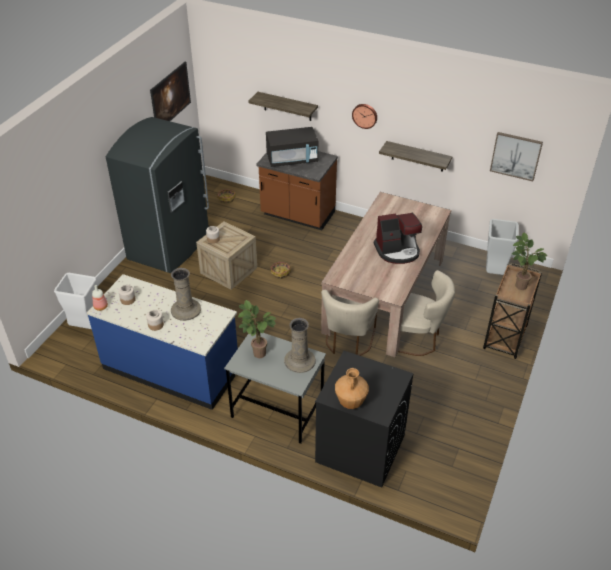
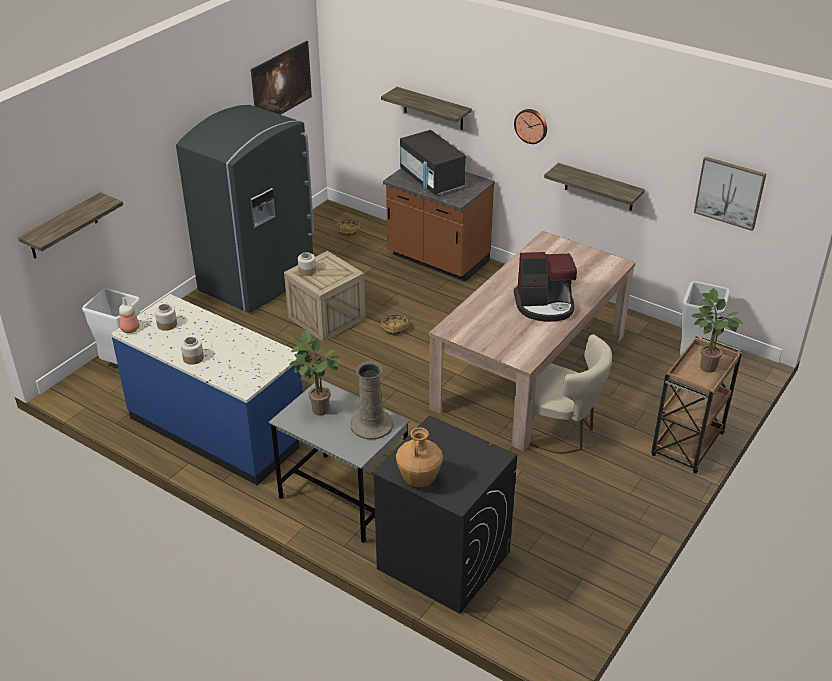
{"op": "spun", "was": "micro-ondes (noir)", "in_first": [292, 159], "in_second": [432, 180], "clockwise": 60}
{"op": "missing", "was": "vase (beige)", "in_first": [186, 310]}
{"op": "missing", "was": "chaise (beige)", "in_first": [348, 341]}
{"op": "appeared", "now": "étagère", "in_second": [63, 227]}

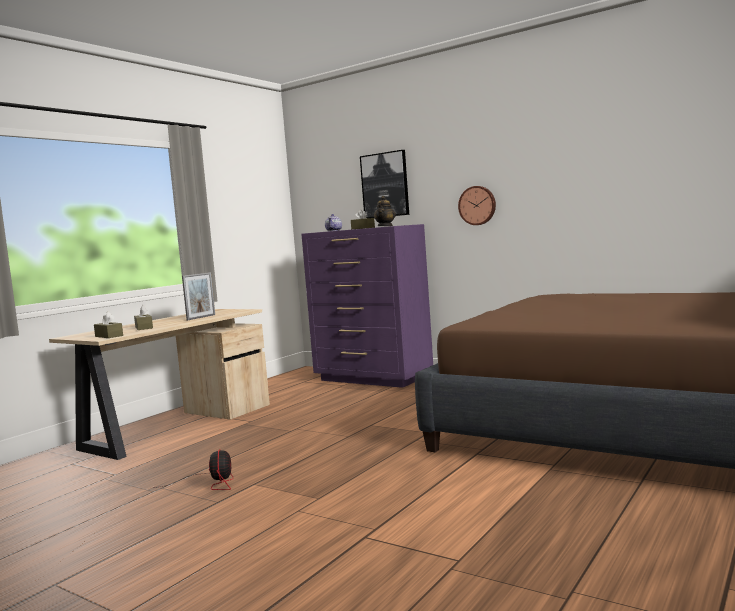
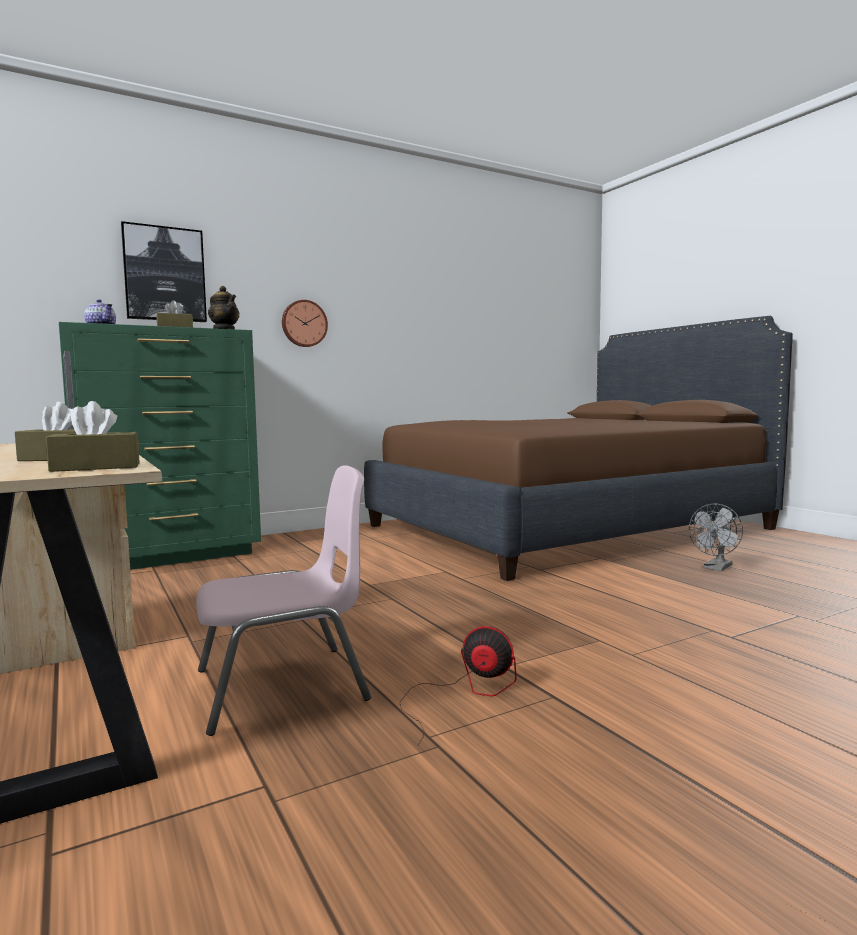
{"op": "colour", "was": "commode (violet)", "now": "commode (vert)", "in_first": [373, 379], "in_second": [171, 556]}
{"op": "appeared", "now": "chaise (rose)", "in_second": [284, 686]}
{"op": "appeared", "now": "ventilateur (gris)", "in_second": [716, 568]}

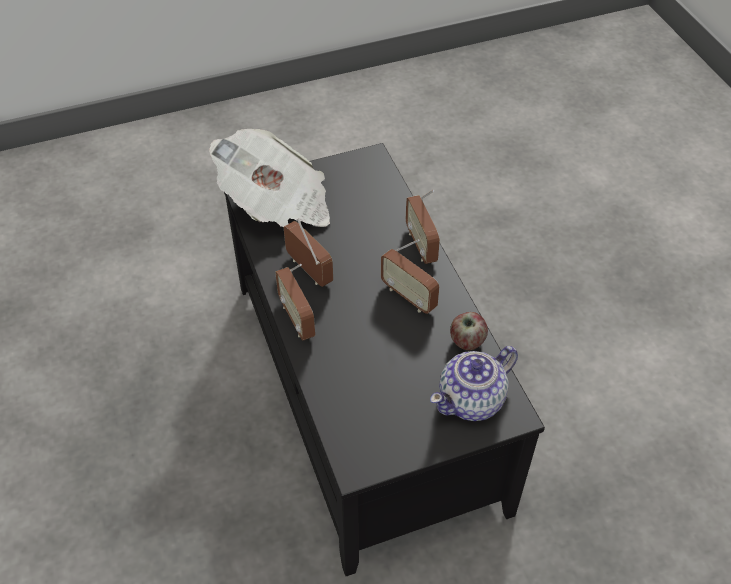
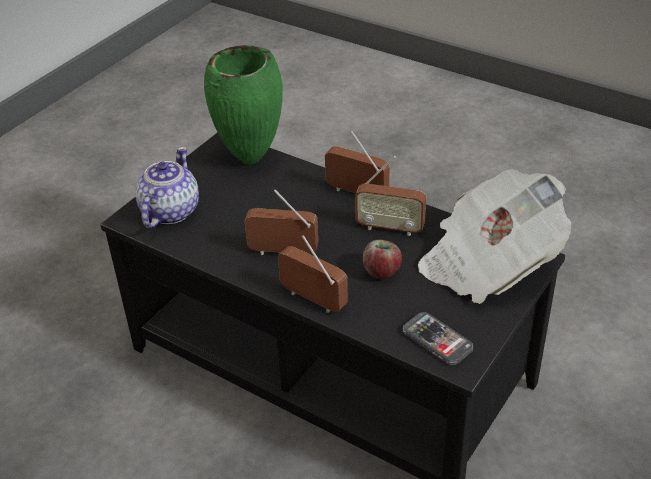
{"op": "relocated", "was": "pomme", "in_first": [467, 341], "in_second": [382, 272]}
{"op": "appeared", "now": "vase (vert)", "in_second": [251, 160]}
{"op": "appeared", "now": "téléphone", "in_second": [437, 340]}

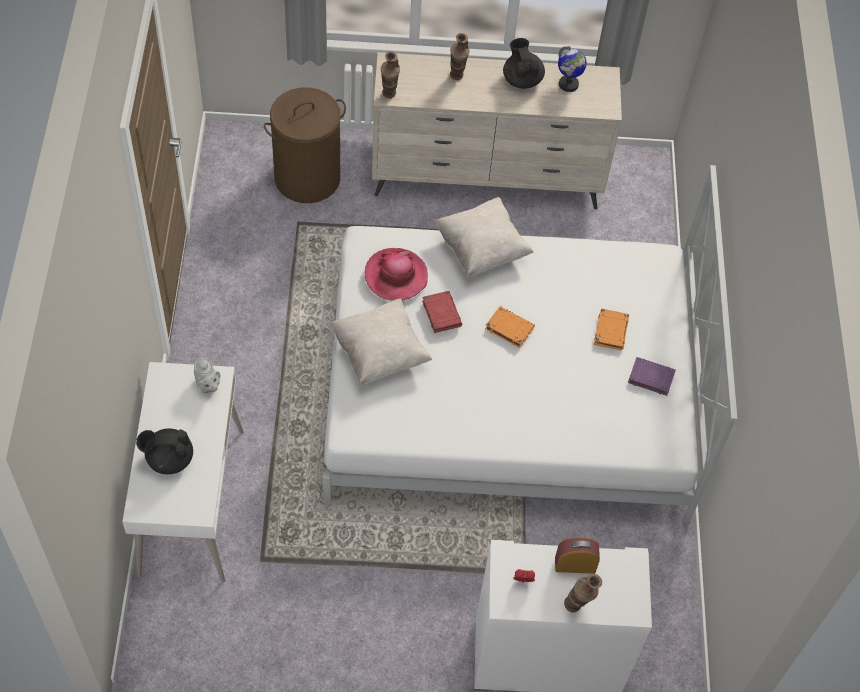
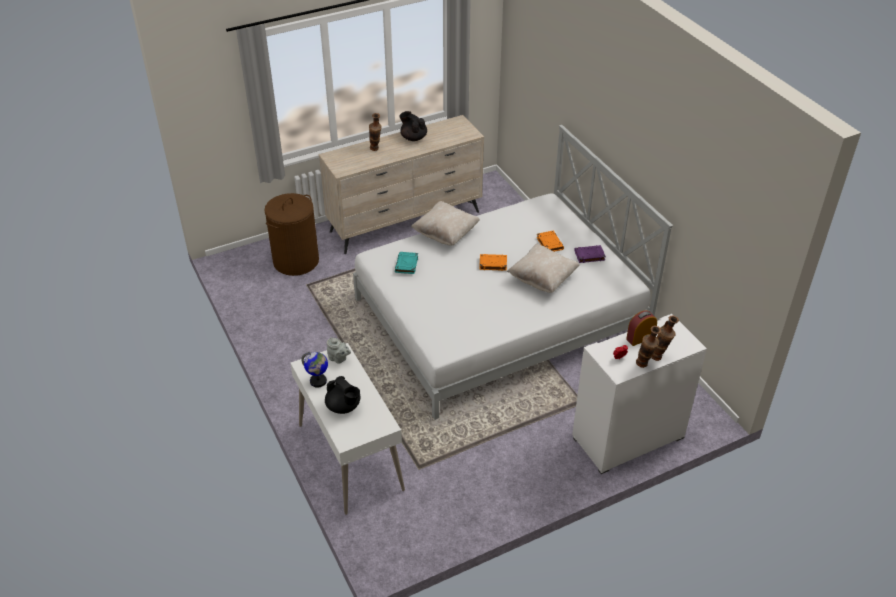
{"op": "relocated", "was": "globe", "in_first": [568, 84], "in_second": [318, 381]}
{"op": "relocated", "was": "vase", "in_first": [389, 97], "in_second": [644, 366]}
{"op": "exchanged", "was": "chapeau", "now": "livre (turquoise)", "in_first": [396, 276], "in_second": [406, 265]}
{"op": "missing", "was": "livre (rouge)", "in_first": [441, 313]}
{"op": "relocated", "was": "coussin (beige)", "in_first": [380, 353], "in_second": [542, 279]}
{"op": "spun", "was": "théière (noir)", "in_first": [169, 459], "in_second": [344, 407], "clockwise": -105}

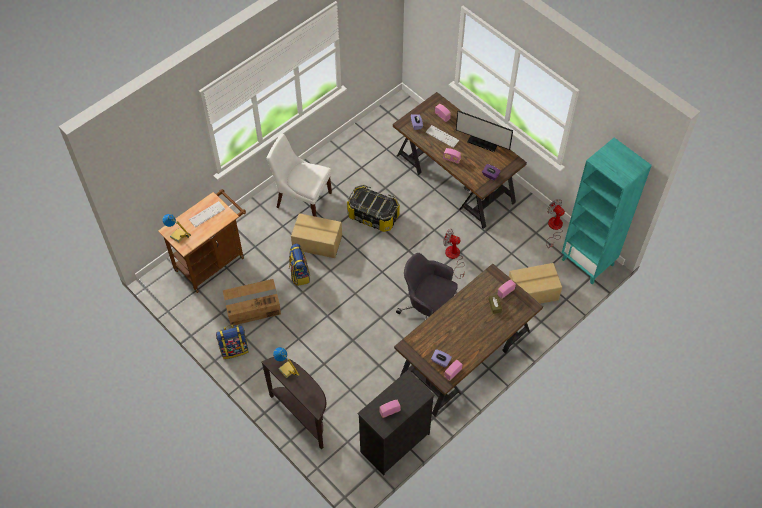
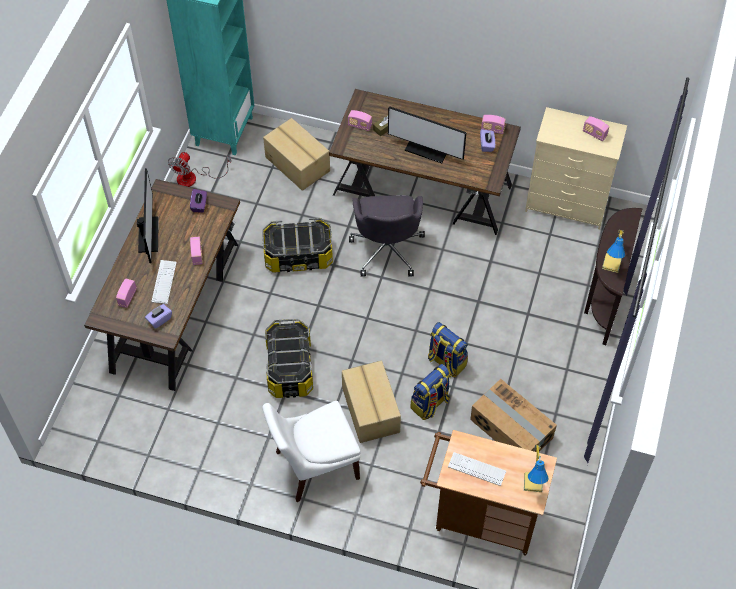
{"op": "spun", "was": "chaise (blanc)", "in_first": [302, 199], "in_second": [314, 466], "clockwise": 75}
{"op": "exchanged", "was": "ventilateur", "now": "boîte de rangement", "in_first": [454, 257], "in_second": [298, 255]}
{"op": "relocated", "was": "sac à dos", "in_first": [234, 349], "in_second": [446, 362]}
{"op": "colour", "was": "commode (noir)", "now": "commode (beige)", "in_first": [394, 443], "in_second": [567, 205]}
{"op": "appeared", "now": "écran d'ordinateur", "in_second": [426, 150]}

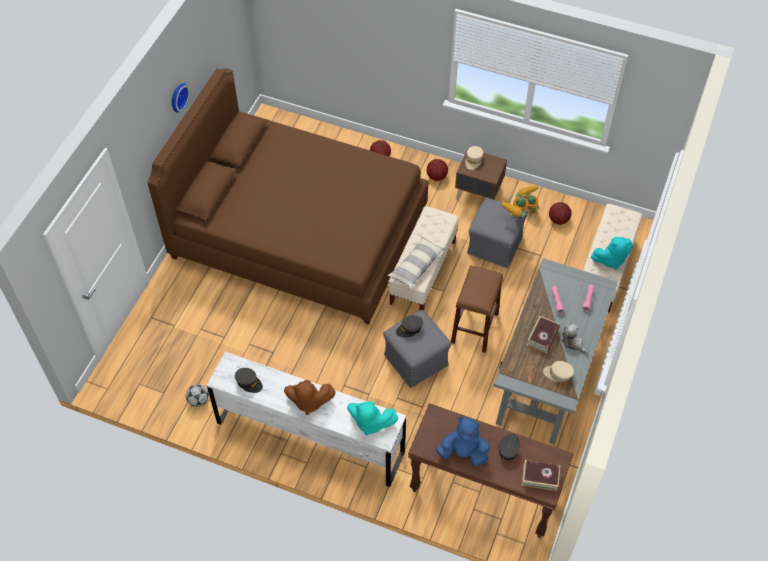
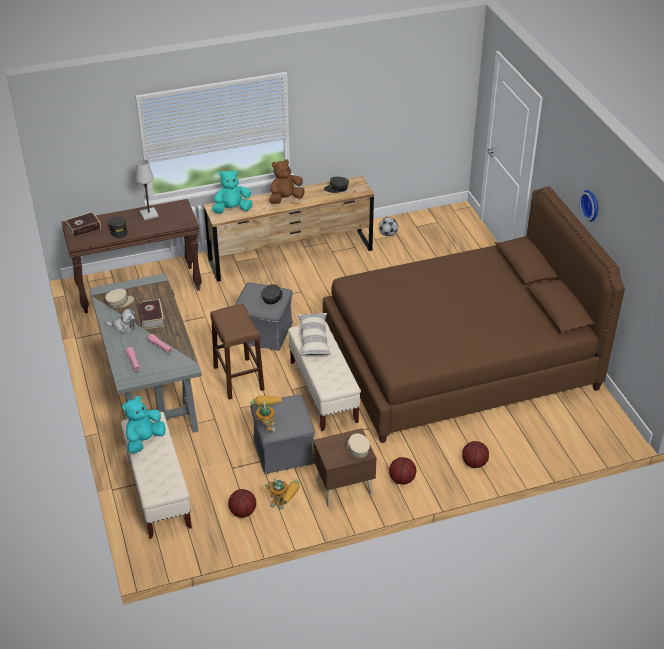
{"op": "colour", "was": "commode (blanc)", "now": "commode (marron)", "in_first": [310, 437], "in_second": [291, 256]}
{"op": "exchanged", "was": "peluche (bleu)", "now": "lampe de table (blanc)", "in_first": [463, 453], "in_second": [149, 214]}

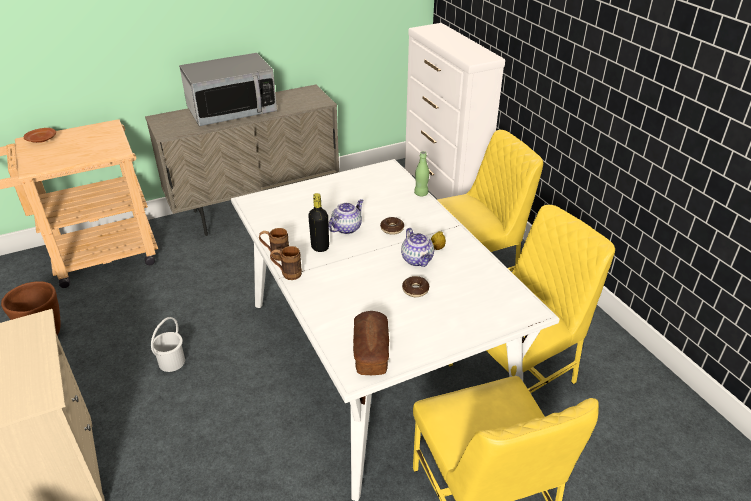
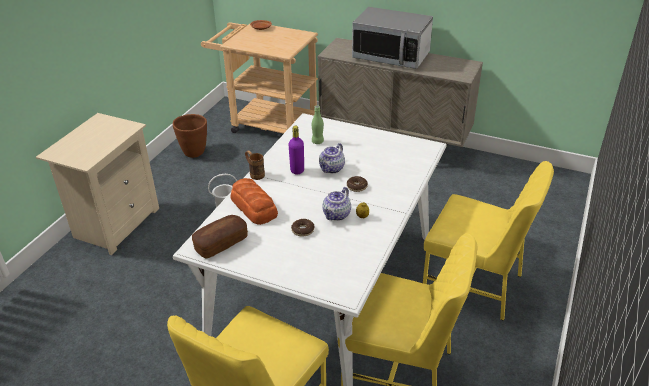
{"op": "missing", "was": "commode (blanc)", "in_first": [443, 193]}
{"op": "relocated", "was": "bouteille (vert)", "in_first": [421, 193], "in_second": [317, 142]}
{"op": "colour", "was": "bouteille (noir)", "now": "bouteille (violet)", "in_first": [320, 247], "in_second": [297, 170]}
{"op": "spun", "was": "théière", "in_first": [347, 228], "in_second": [332, 169], "clockwise": 120}
{"op": "missing", "was": "mug (marron)", "in_first": [275, 255]}
{"op": "appeared", "now": "pain", "in_second": [254, 207]}

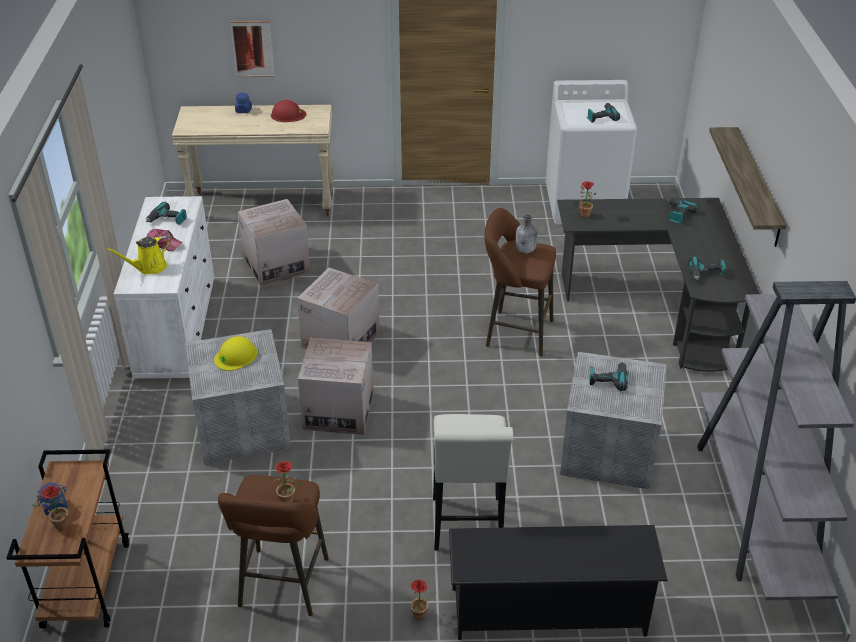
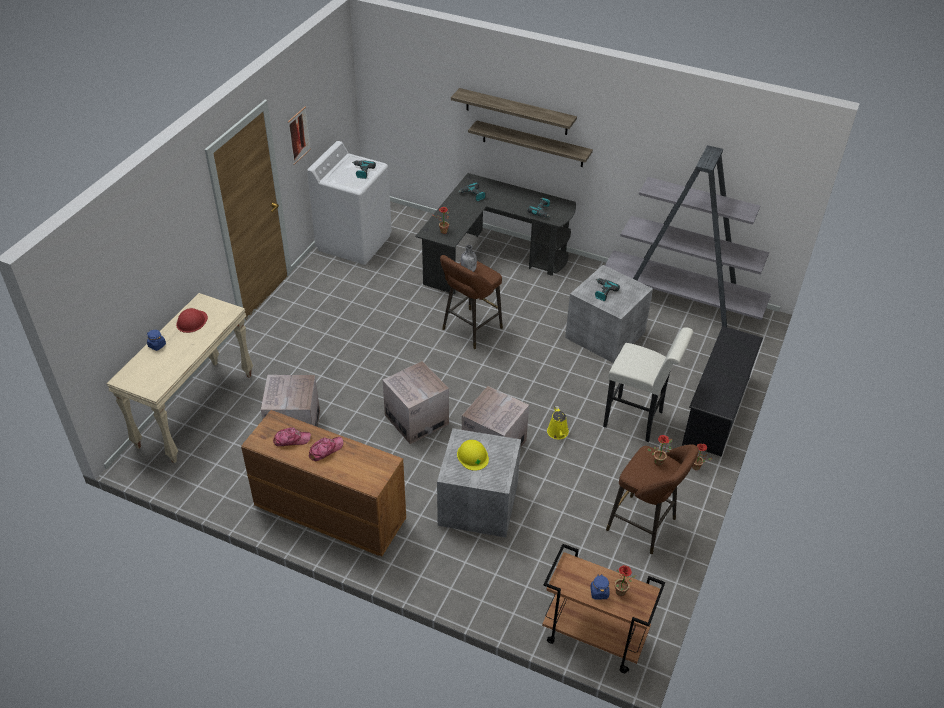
{"op": "relocated", "was": "tableau", "in_first": [252, 49], "in_second": [299, 135]}
{"op": "colour", "was": "commode (blanc)", "now": "commode (marron)", "in_first": [176, 327], "in_second": [329, 513]}
{"op": "exchanged", "was": "perceuse", "now": "casquette", "in_first": [167, 220], "in_second": [291, 440]}
{"op": "relocated", "was": "arrosoir (jaune)", "in_first": [149, 267], "in_second": [558, 433]}
{"op": "appeared", "now": "étagère", "in_second": [516, 112]}

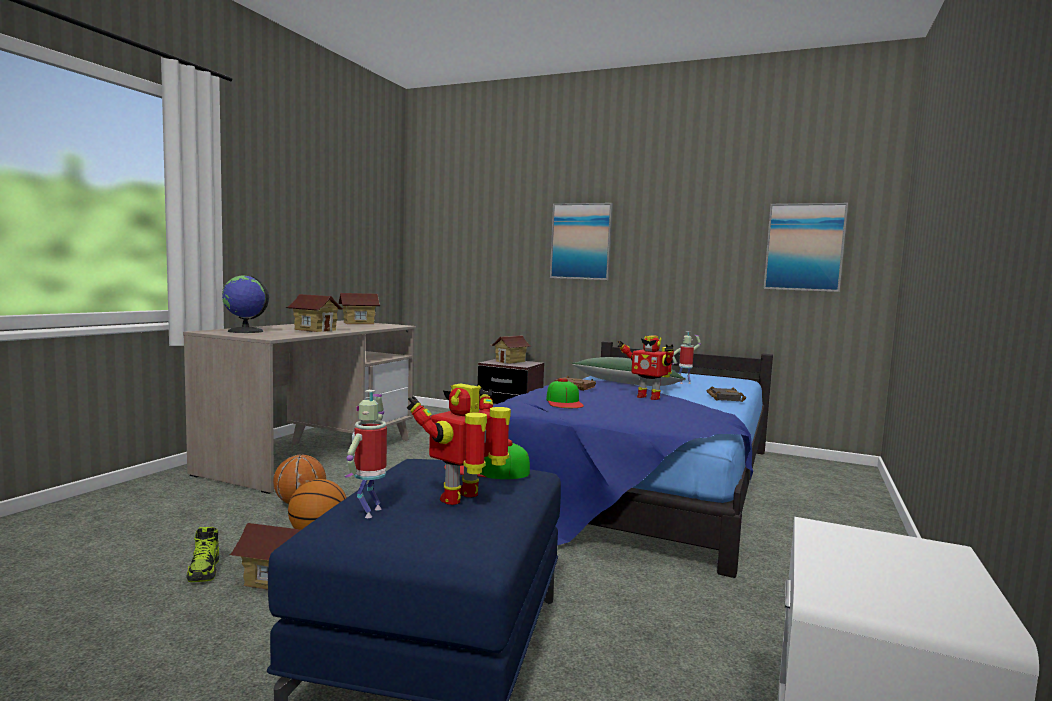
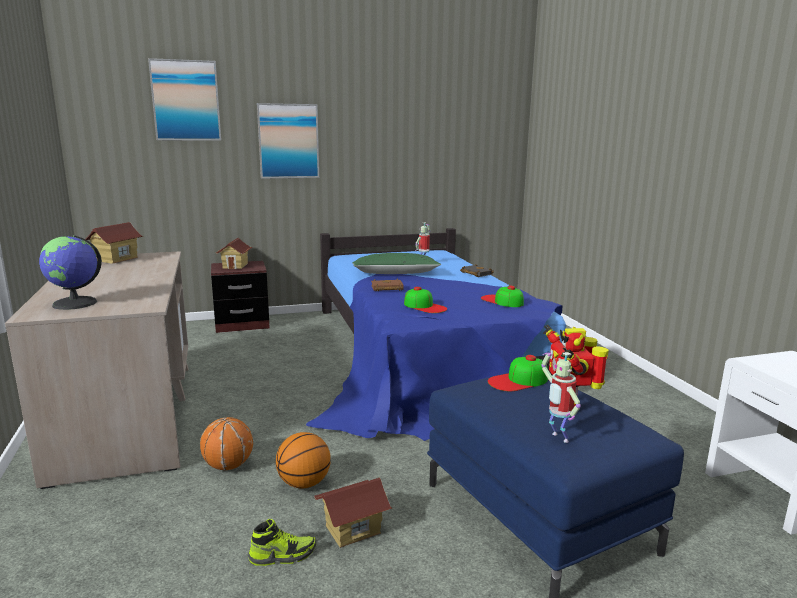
{"op": "relocated", "was": "tableau", "in_first": [804, 247], "in_second": [186, 100]}
{"op": "missing", "was": "maison miniature", "in_first": [315, 330]}
{"op": "missing", "was": "robot jouet", "in_first": [648, 397]}
{"op": "spun", "was": "chaussure", "in_first": [204, 571], "in_second": [283, 555], "clockwise": -45}
{"op": "appeared", "now": "casquette", "in_second": [502, 301]}

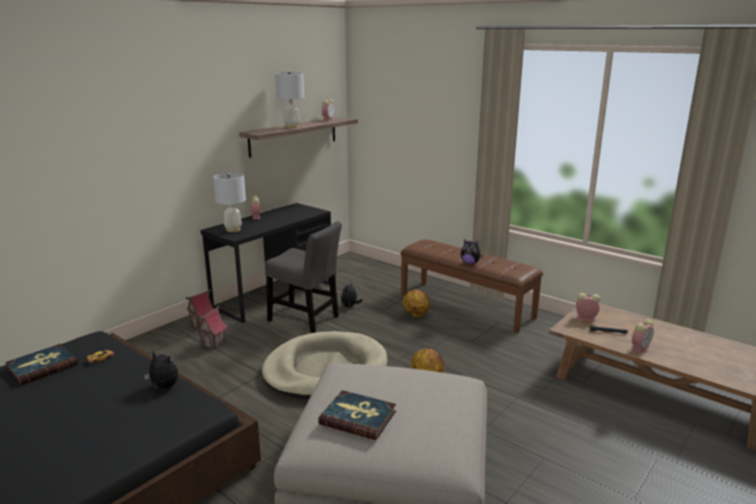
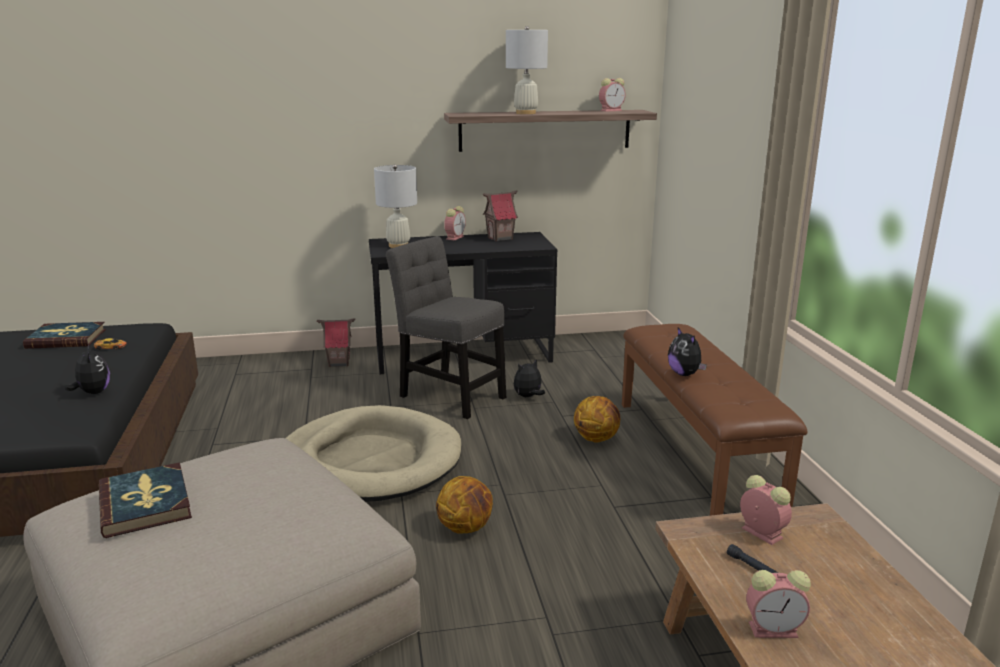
{"op": "spun", "was": "chaise (gris)", "in_first": [306, 320], "in_second": [449, 395], "clockwise": 150}
{"op": "relocated", "was": "maison miniature", "in_first": [213, 344], "in_second": [500, 238]}

